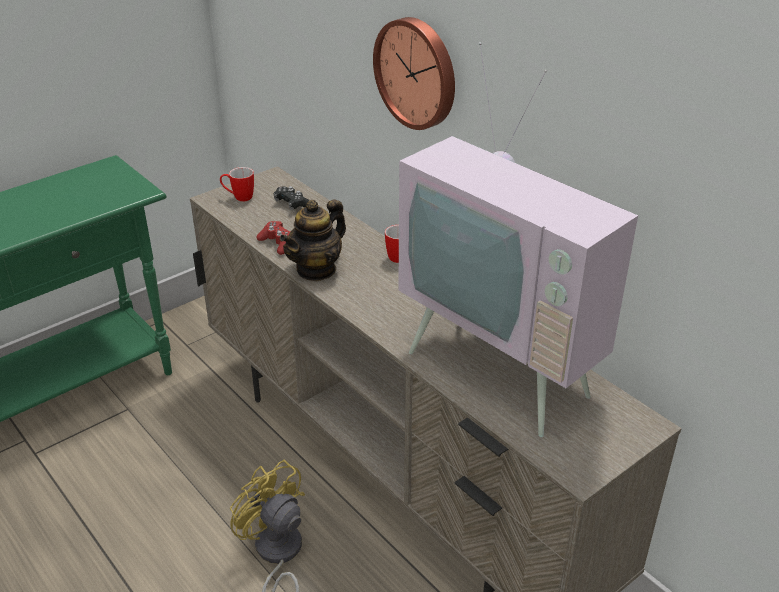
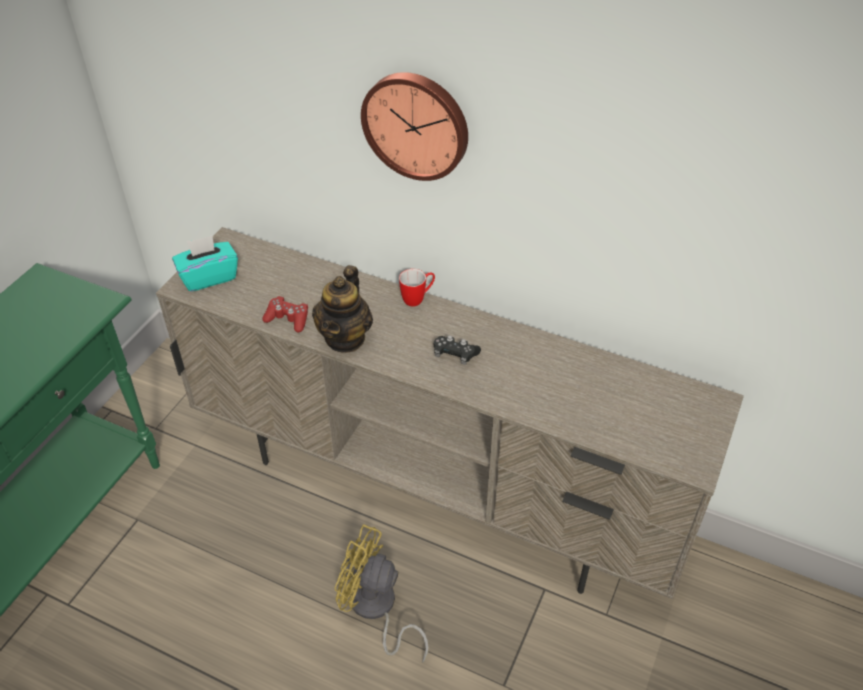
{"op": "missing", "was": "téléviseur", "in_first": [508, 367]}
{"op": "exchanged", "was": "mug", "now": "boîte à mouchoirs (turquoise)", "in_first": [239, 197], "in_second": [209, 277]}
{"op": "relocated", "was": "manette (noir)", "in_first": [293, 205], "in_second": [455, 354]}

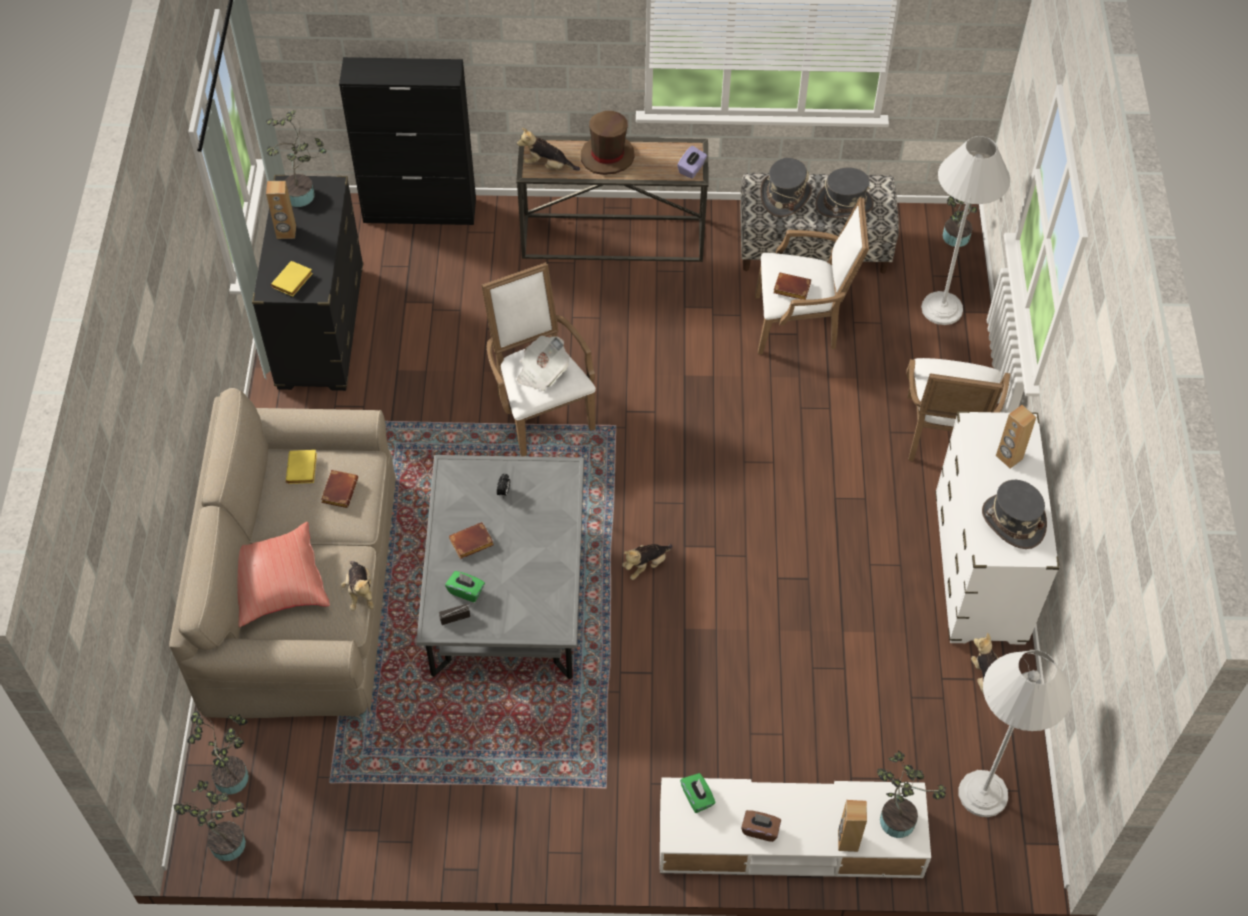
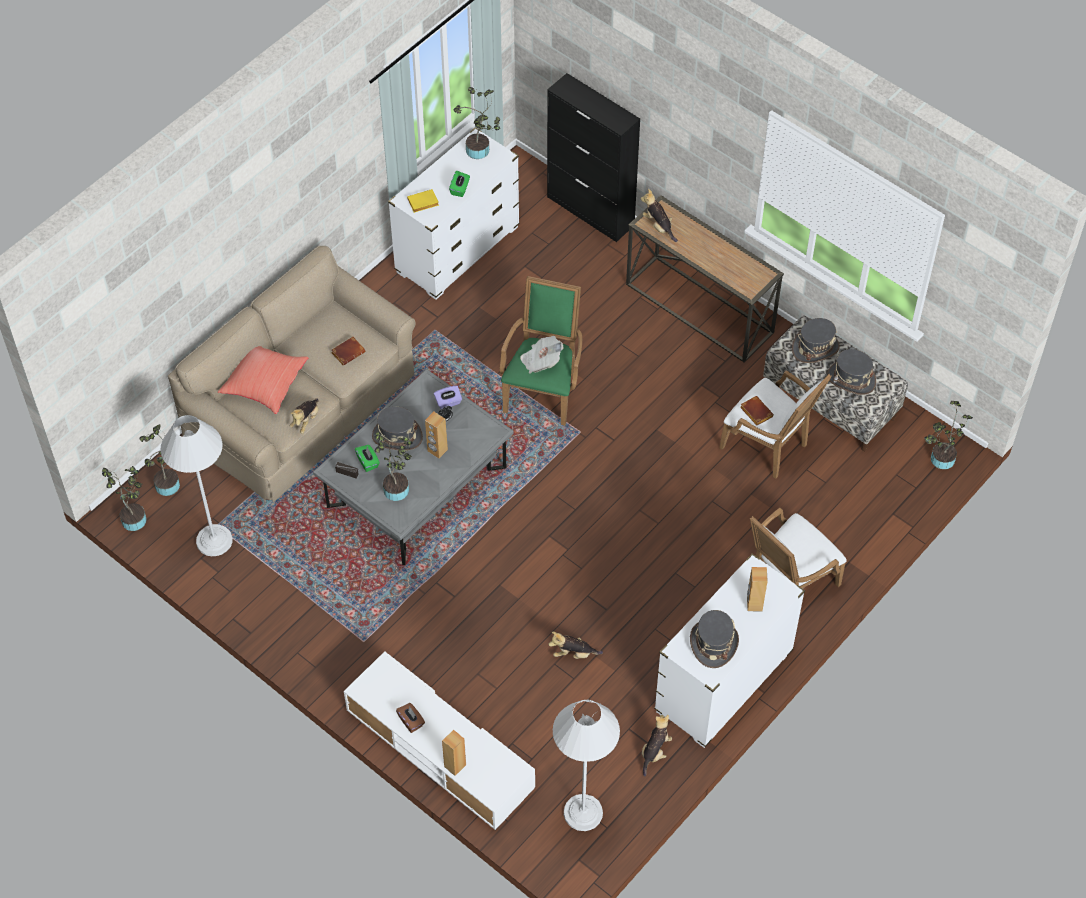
{"op": "missing", "was": "chapeau (marron)", "in_first": [607, 156]}
{"op": "relocated", "was": "lampadaire (blanc)", "in_first": [942, 308], "in_second": [214, 540]}
{"op": "relocated", "was": "boîte à mouchoirs (violet)", "in_first": [692, 169], "in_second": [448, 402]}
{"op": "colour", "was": "commode (noir)", "now": "commode (blanc)", "in_first": [321, 328], "in_second": [457, 250]}
{"op": "relocated", "was": "enceinte (marron)", "in_first": [286, 232], "in_second": [437, 450]}
{"op": "colour", "was": "fauteuil (blanc)", "now": "fauteuil (vert)", "in_first": [540, 408], "in_second": [543, 389]}
{"op": "missing", "was": "livre (jaune)", "in_first": [303, 470]}
{"op": "exchanged", "was": "livre (marron)", "now": "chapeau (gris)", "in_first": [471, 544], "in_second": [397, 436]}
{"op": "relocated", "was": "peluche", "in_first": [646, 565], "in_second": [573, 653]}
{"op": "relocated", "was": "plante en pot", "in_first": [896, 816], "in_second": [398, 487]}
{"op": "relocated", "was": "boîte à mouchoirs (vert)", "in_first": [697, 797], "in_second": [460, 189]}

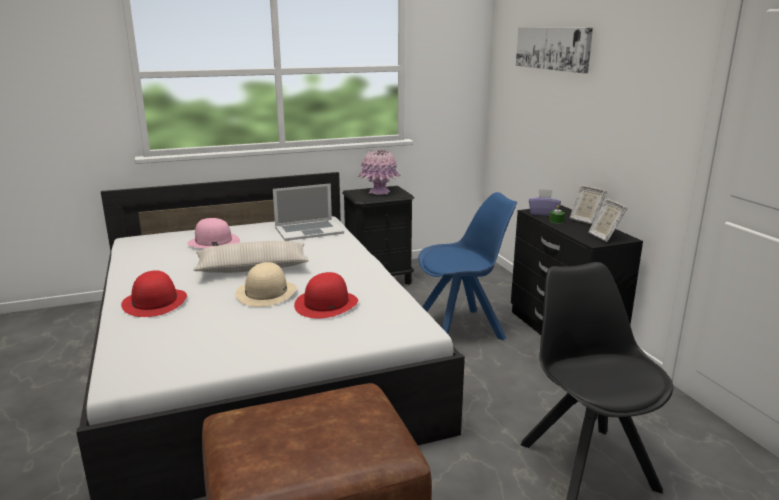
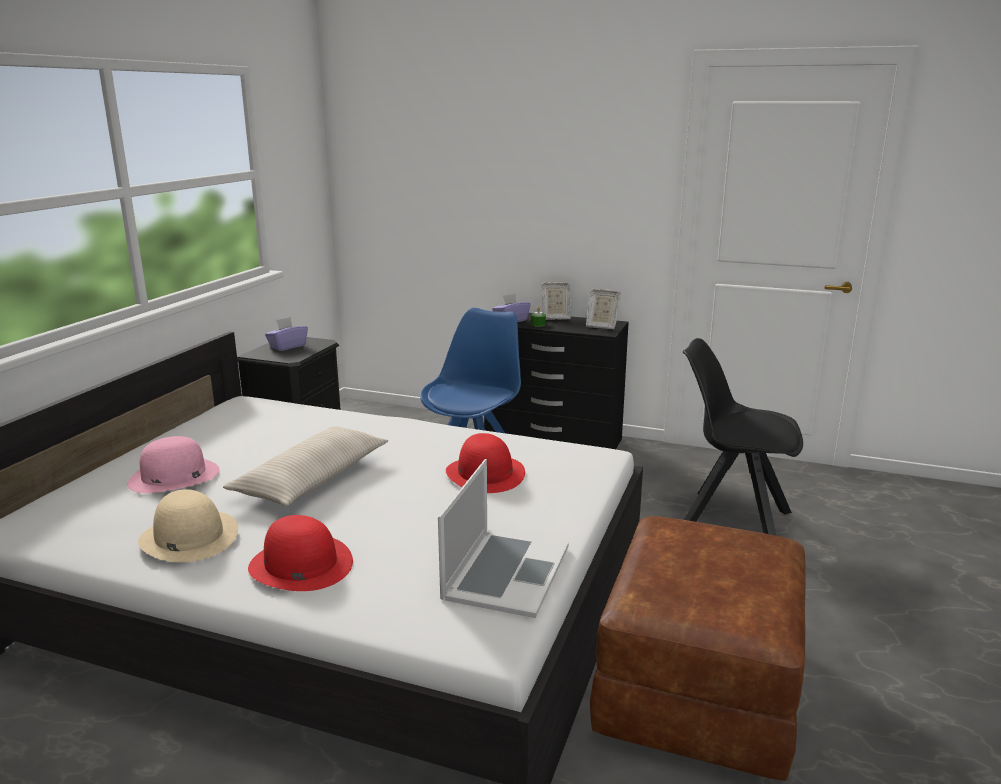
{"op": "missing", "was": "tableau", "in_first": [553, 48]}
{"op": "exchanged", "was": "vase (rose)", "now": "boîte à mouchoirs (violet)", "in_first": [379, 192], "in_second": [287, 346]}
{"op": "relocated", "was": "ordinateur portable", "in_first": [309, 230], "in_second": [506, 571]}
{"op": "relocated", "was": "chapeau (beige)", "in_first": [266, 292], "in_second": [189, 537]}

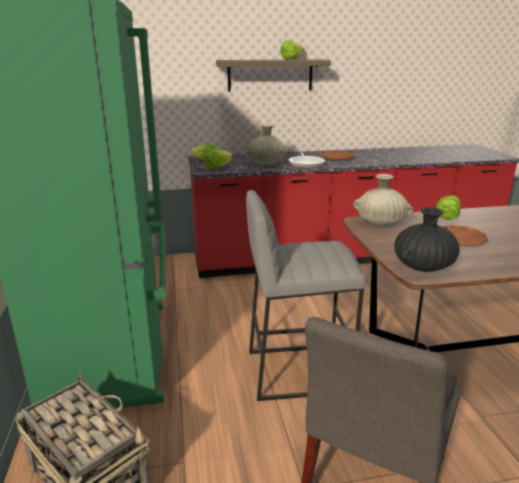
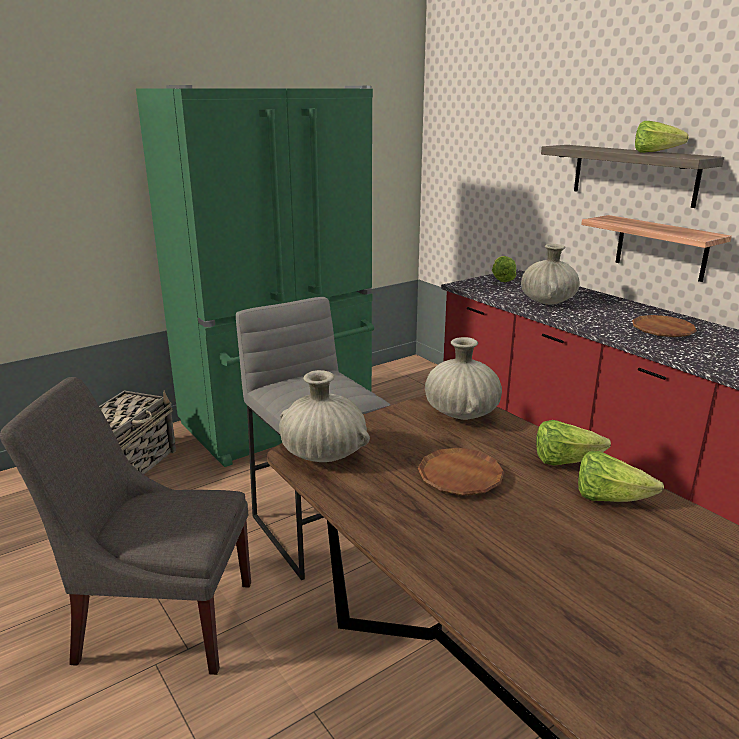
{"op": "relocated", "was": "laitue", "in_first": [218, 167], "in_second": [609, 498]}
{"op": "missing", "was": "poêle", "in_first": [306, 164]}
{"op": "colour", "was": "vase (noir)", "now": "vase (beige)", "in_first": [423, 267], "in_second": [323, 455]}
{"op": "appeared", "now": "étagère", "in_second": [661, 248]}

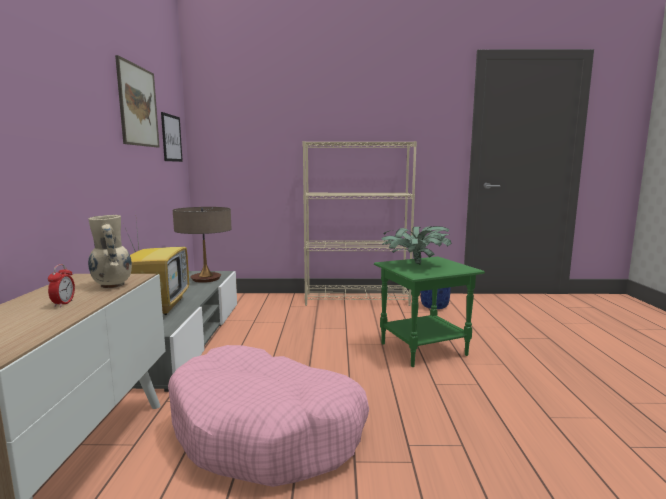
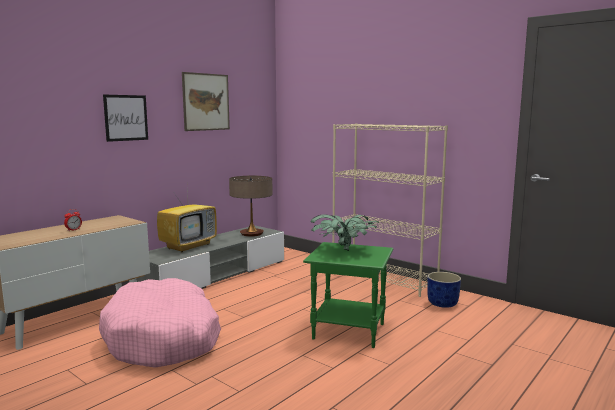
{"op": "relocated", "was": "tableau", "in_first": [171, 138], "in_second": [126, 118]}
{"op": "missing", "was": "vase (beige)", "in_first": [112, 286]}

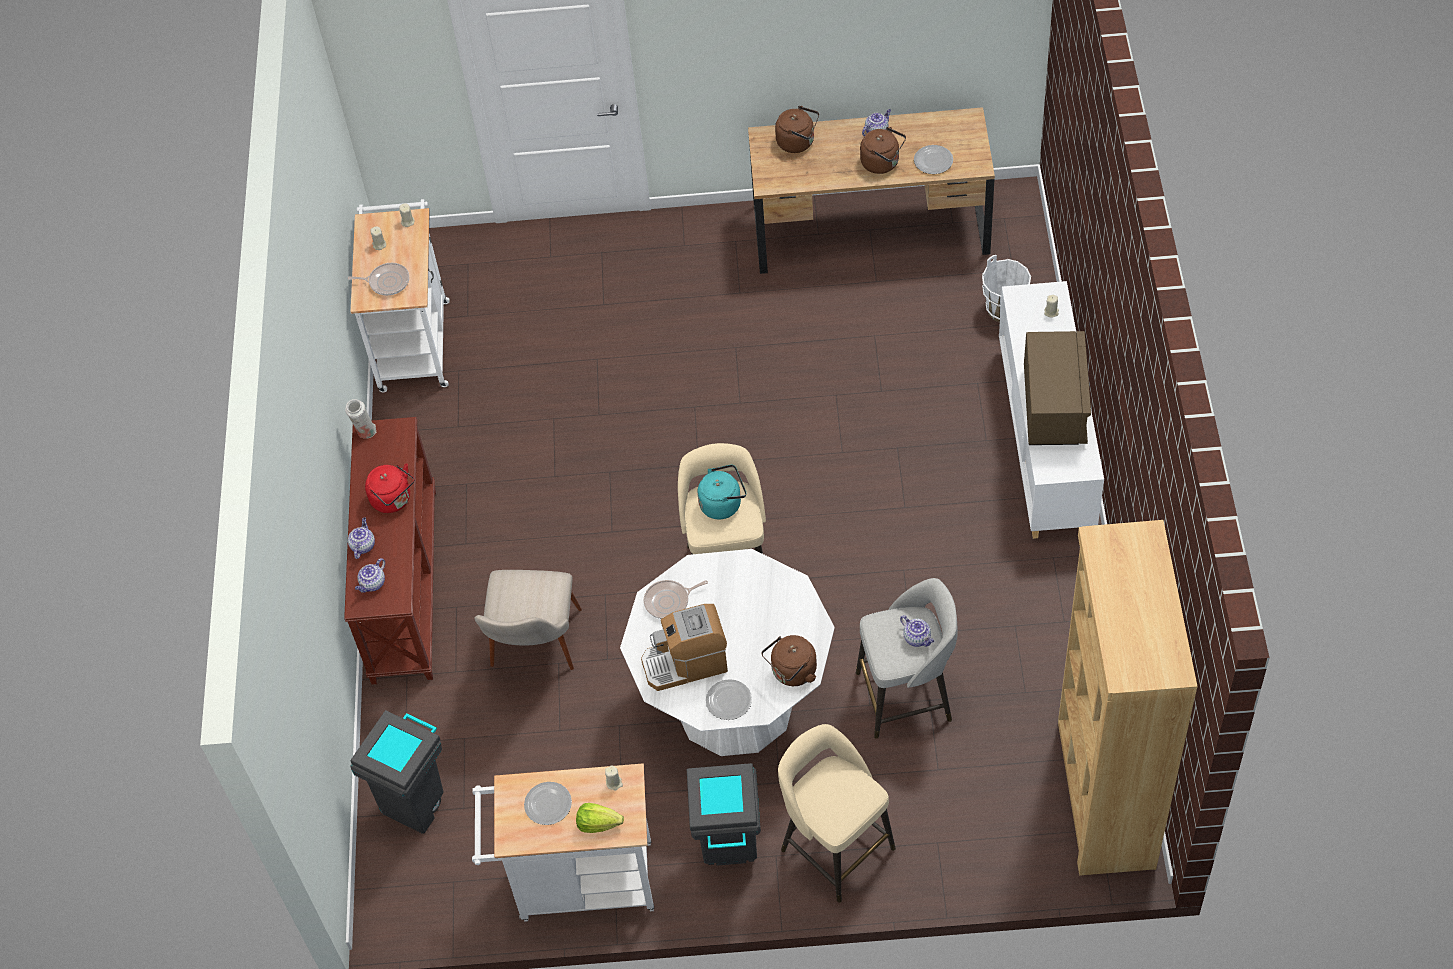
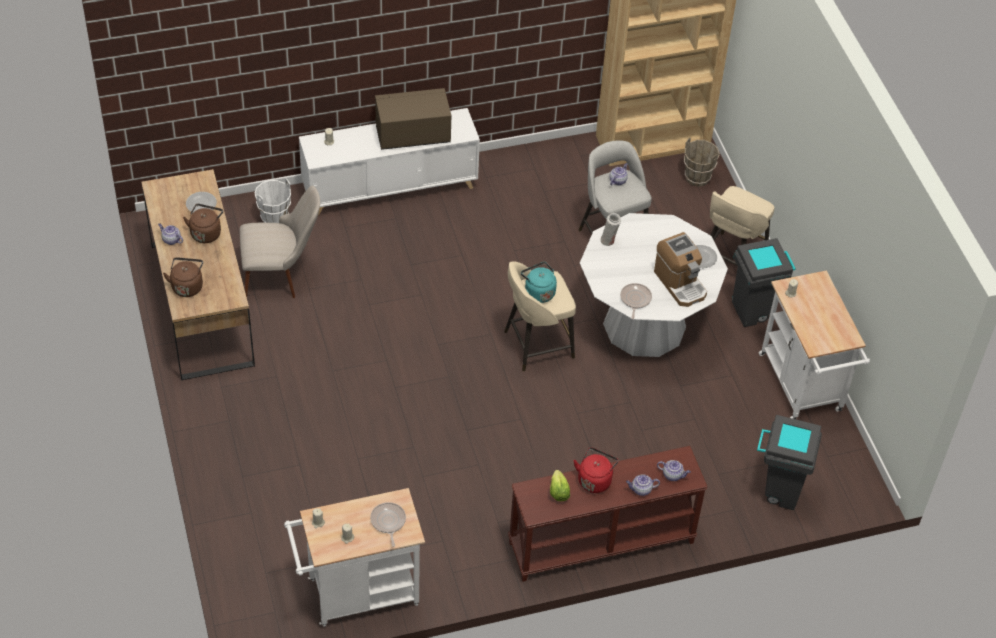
{"op": "relocated", "was": "vase (blanc)", "in_first": [365, 433], "in_second": [609, 241]}
{"op": "relocated", "was": "chaise (beige)", "in_first": [534, 653], "in_second": [281, 276]}
{"op": "spun", "was": "poêle", "in_first": [669, 601], "in_second": [635, 299], "clockwise": -135}
{"op": "missing", "was": "bouilloire (marron)", "in_first": [792, 673]}
{"op": "missing", "was": "assiette", "in_first": [547, 804]}
{"op": "relocated", "was": "laitue", "in_first": [598, 824], "in_second": [558, 492]}
{"op": "appeared", "now": "seau (marron)", "in_second": [697, 177]}

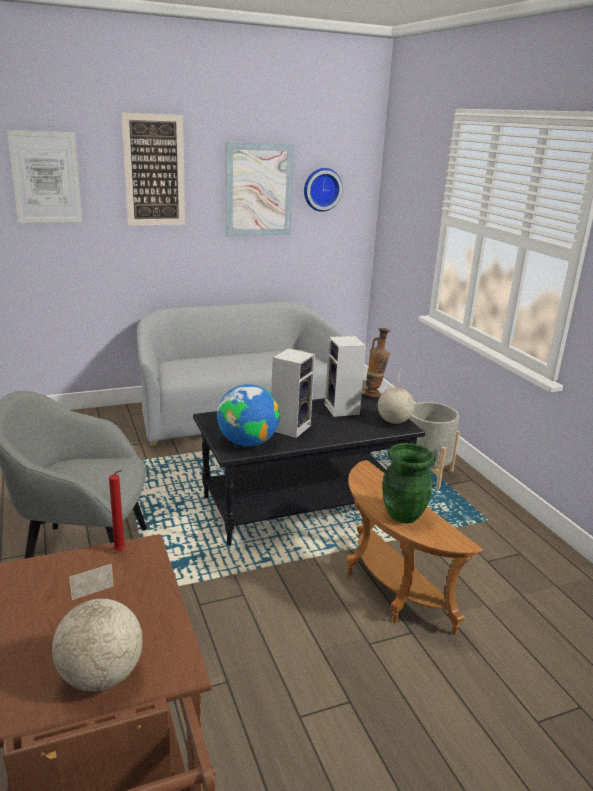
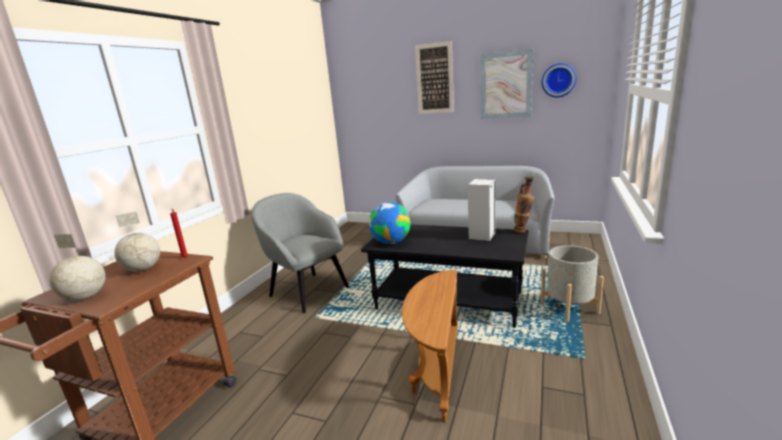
{"op": "missing", "was": "tableau", "in_first": [46, 177]}
{"op": "missing", "was": "enceinte", "in_first": [290, 427]}
{"op": "relocated", "was": "globe", "in_first": [393, 422], "in_second": [142, 269]}
{"op": "missing", "was": "vase (vert)", "in_first": [403, 515]}

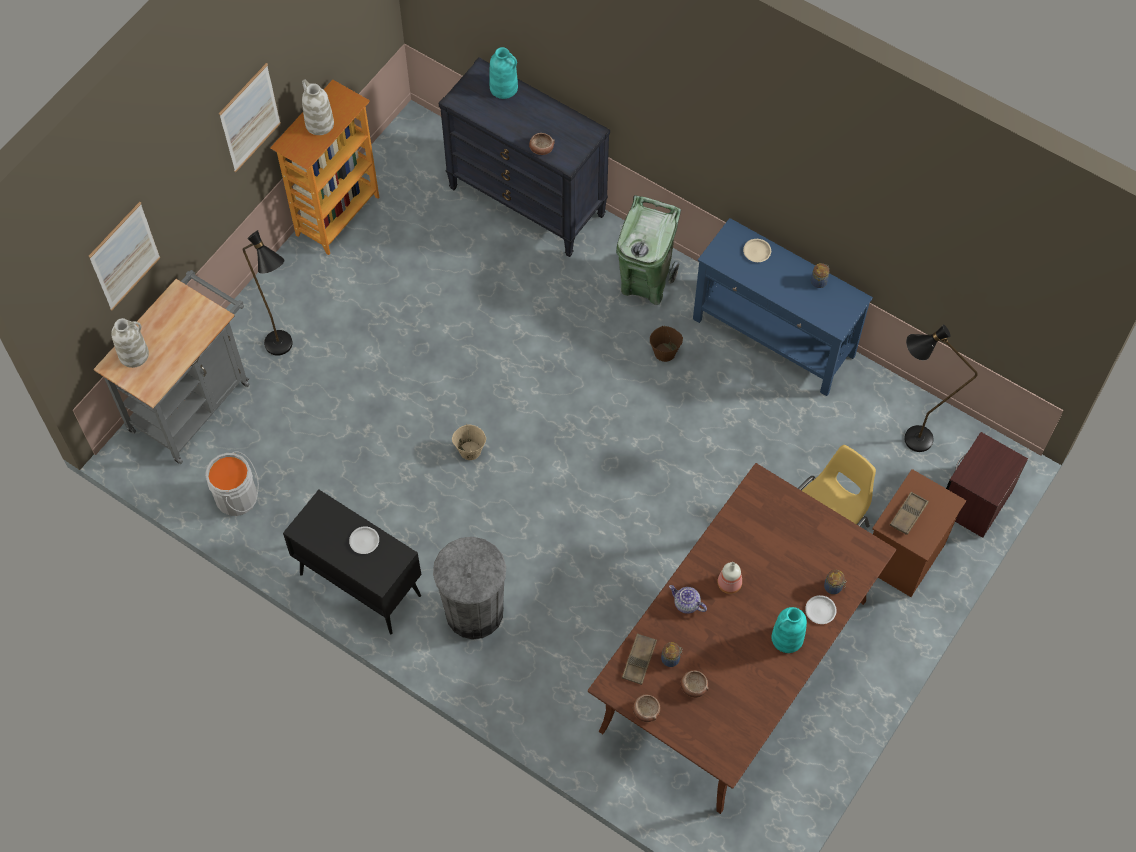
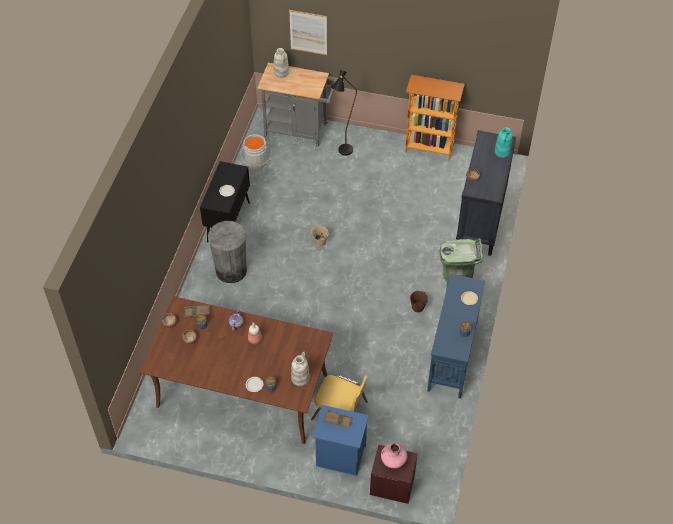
{"op": "missing", "was": "tableau", "in_first": [250, 118]}
{"op": "relocated", "was": "vase (blanc)", "in_first": [319, 124], "in_second": [300, 378]}
{"op": "missing", "was": "lampadaire (noir)", "in_first": [907, 440]}
{"op": "colour", "was": "table de chevet (marron)", "now": "table de chevet (bleu)", "in_first": [903, 558], "in_second": [339, 456]}
{"op": "missing", "was": "vase (turquoise)", "in_first": [787, 639]}
{"op": "appeared", "now": "vase (rose)", "in_second": [393, 460]}

